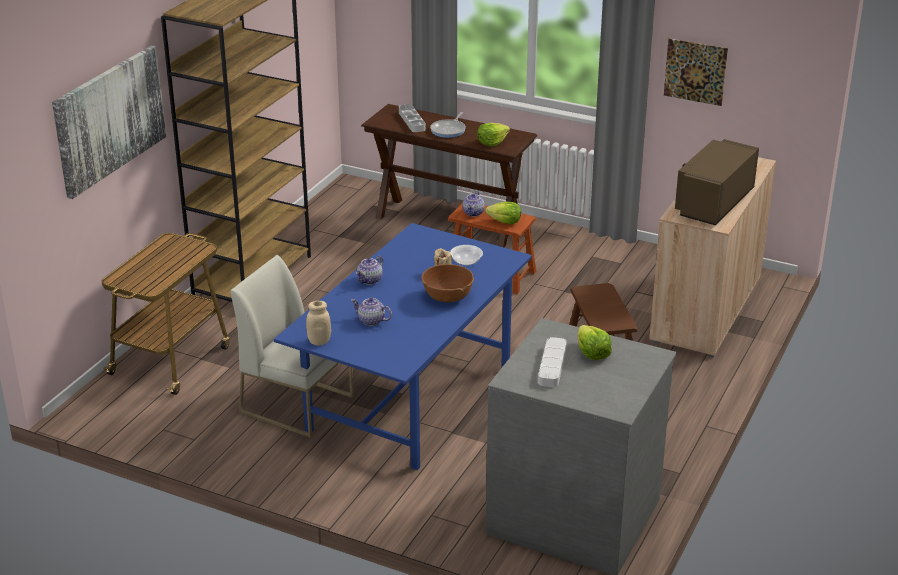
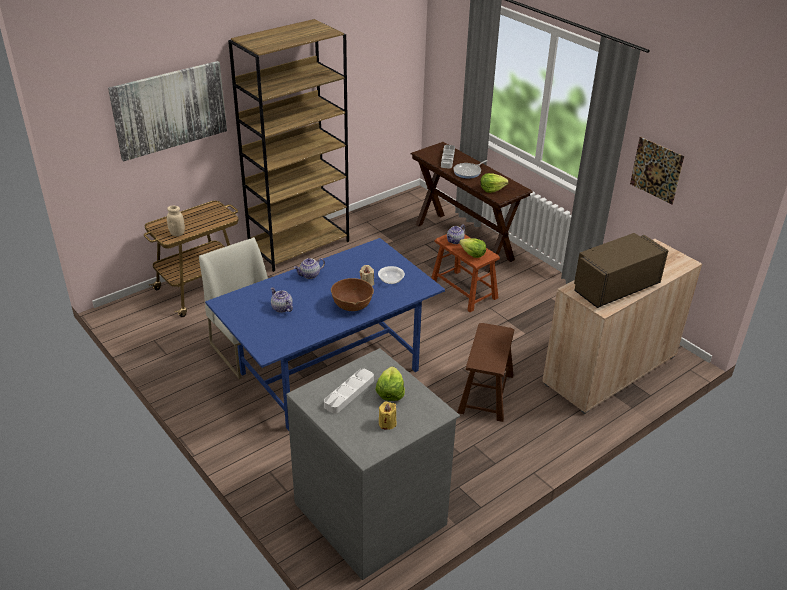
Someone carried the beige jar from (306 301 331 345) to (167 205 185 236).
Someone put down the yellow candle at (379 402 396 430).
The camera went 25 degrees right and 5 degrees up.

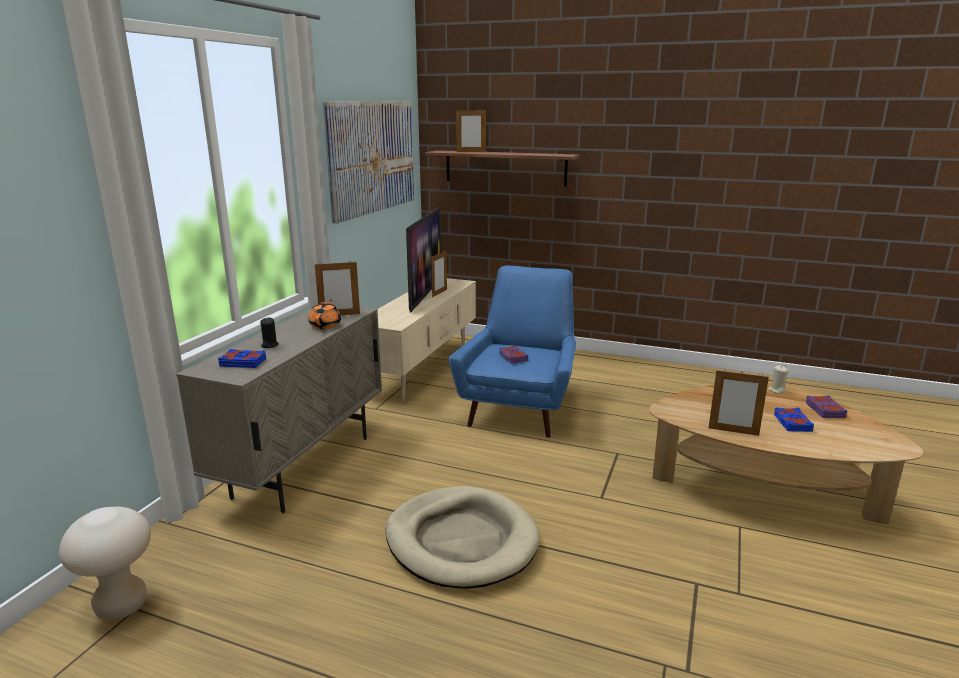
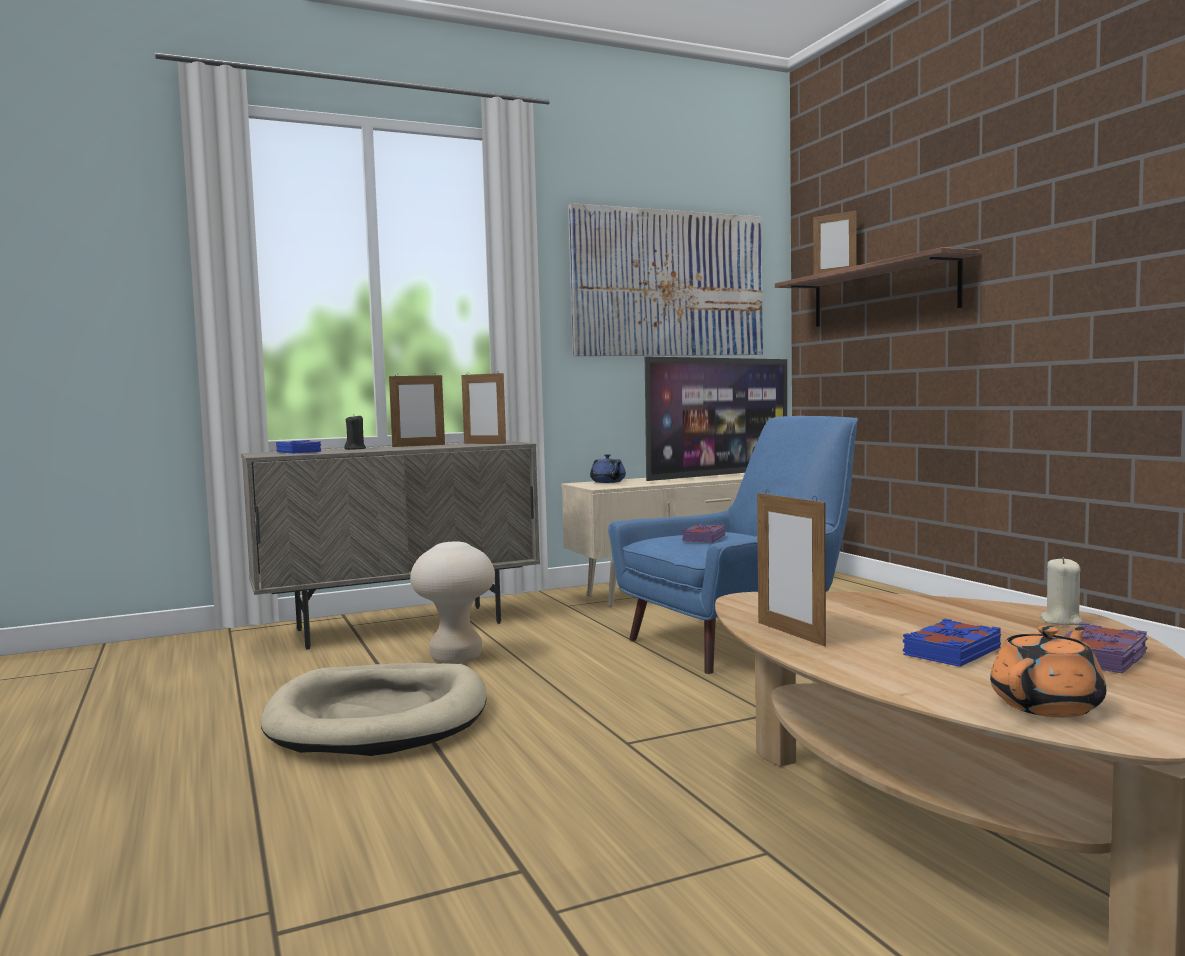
Someone carried the beige stool from (59 507 151 620) to (410 542 495 664).
Someone carried the orange teapot from (309 300 341 329) to (990 626 1106 718).
Someone carried the picture frame from (431 250 447 297) to (389 374 445 447).
Someone put down the blue teapot at (590 454 626 483).
The camera went 45 degrees right and 15 degrees down.

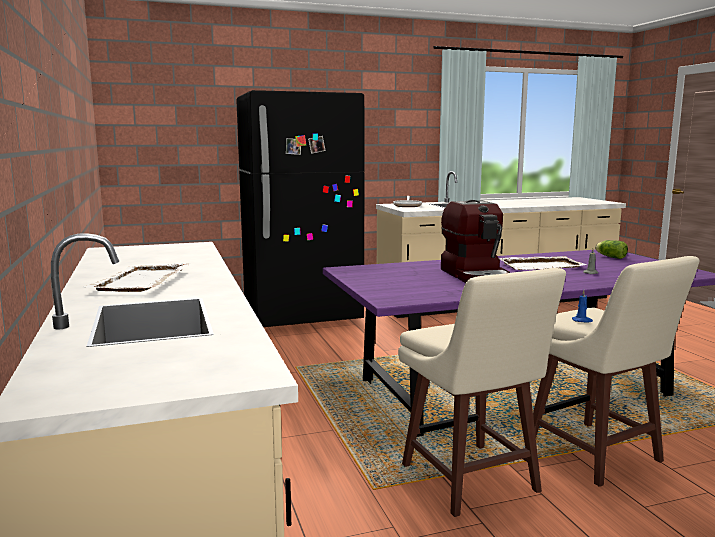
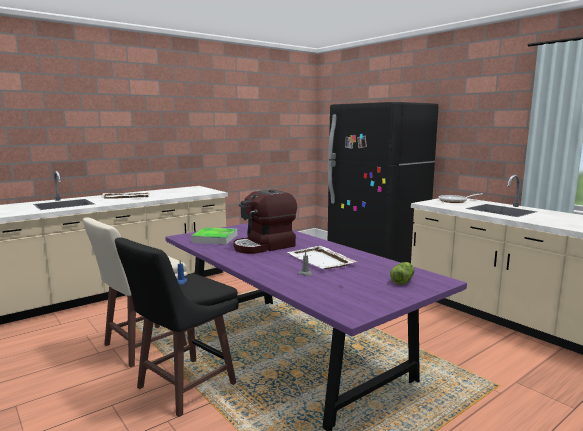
Someone repainted the beige stool at (533 256 699 487), which became the black stool at (115 238 239 417).
Someone put down the tray at (191 227 237 245).
The camera went 70 degrees right and 0 degrees up.

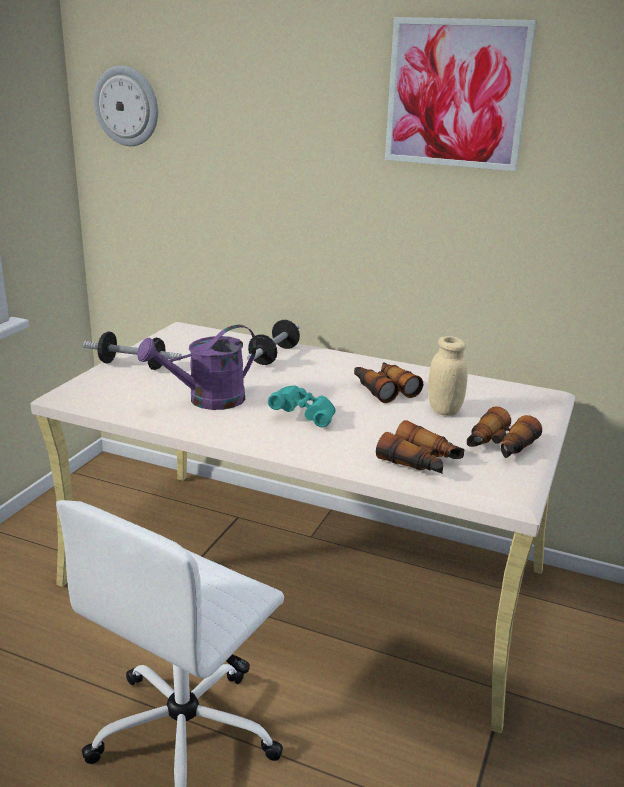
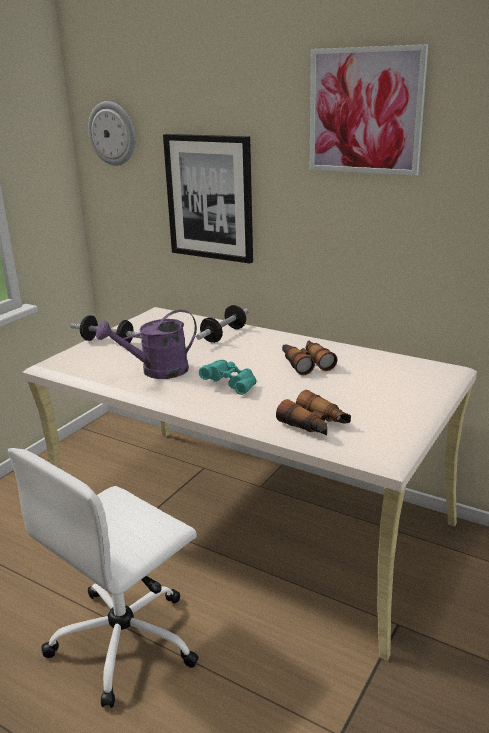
Someone took away the beige jar at (428 336 468 416).
Someone took away the binoculars at (467 406 542 458).
Someone put up the picture at (163 134 253 263).
The camera went 10 degrees right and 0 degrees up.

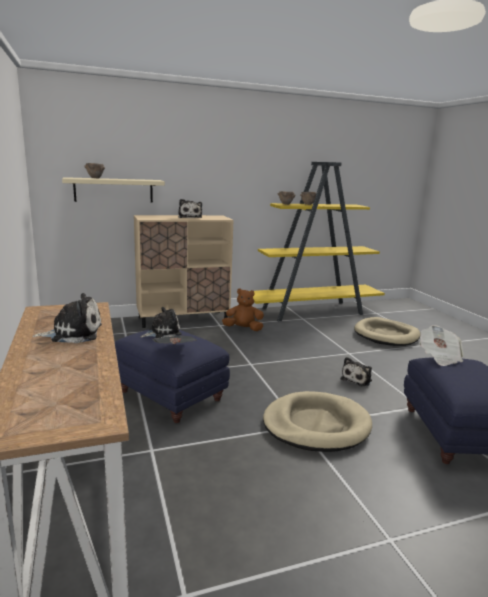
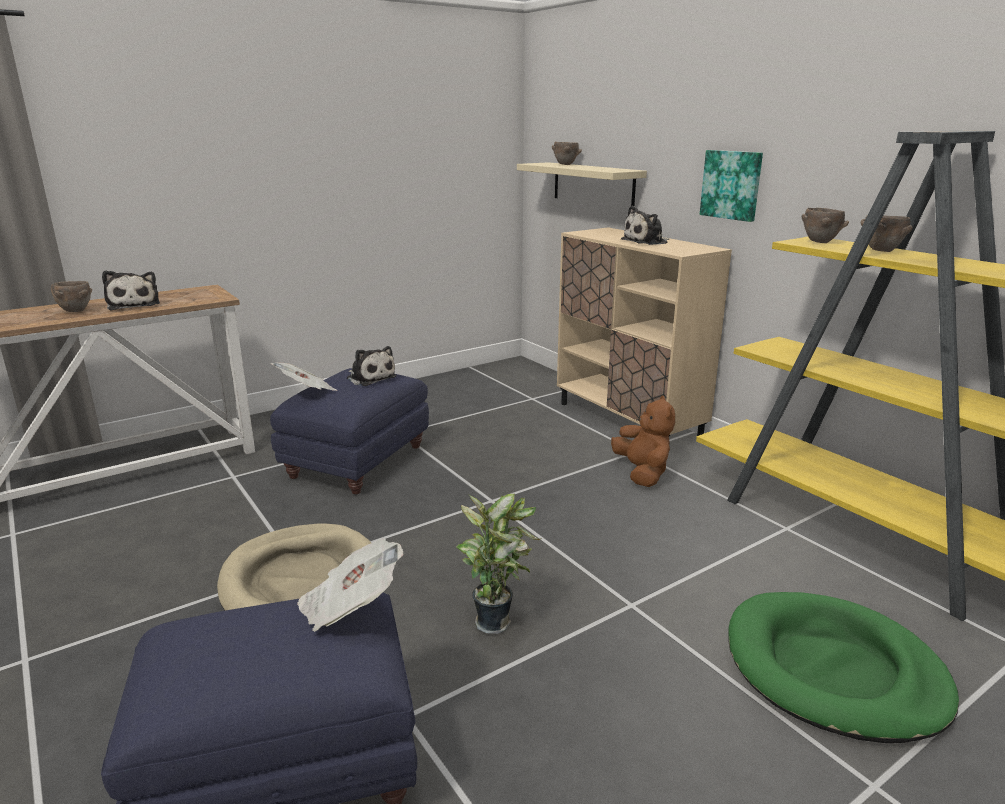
Someone swapped the plush toy at (341 357 372 387) for the potted plant at (456 494 542 634).
Someone repainted the beige dog bed at (354 317 420 346), which became the green dog bed at (728 592 959 743).
Someone put down the brown bowl at (51 281 92 312).
Someone put up the picture at (700 150 763 222).
The camera went 75 degrees right and 5 degrees up.

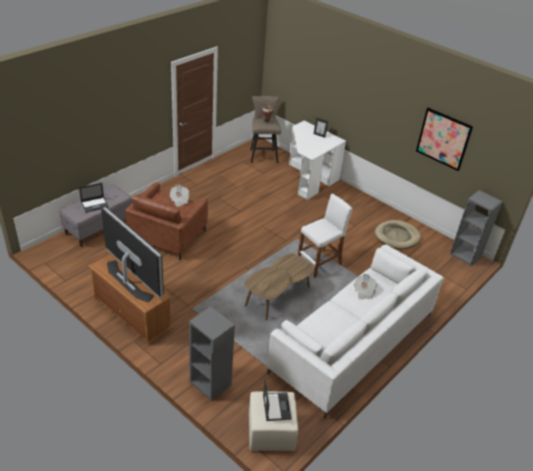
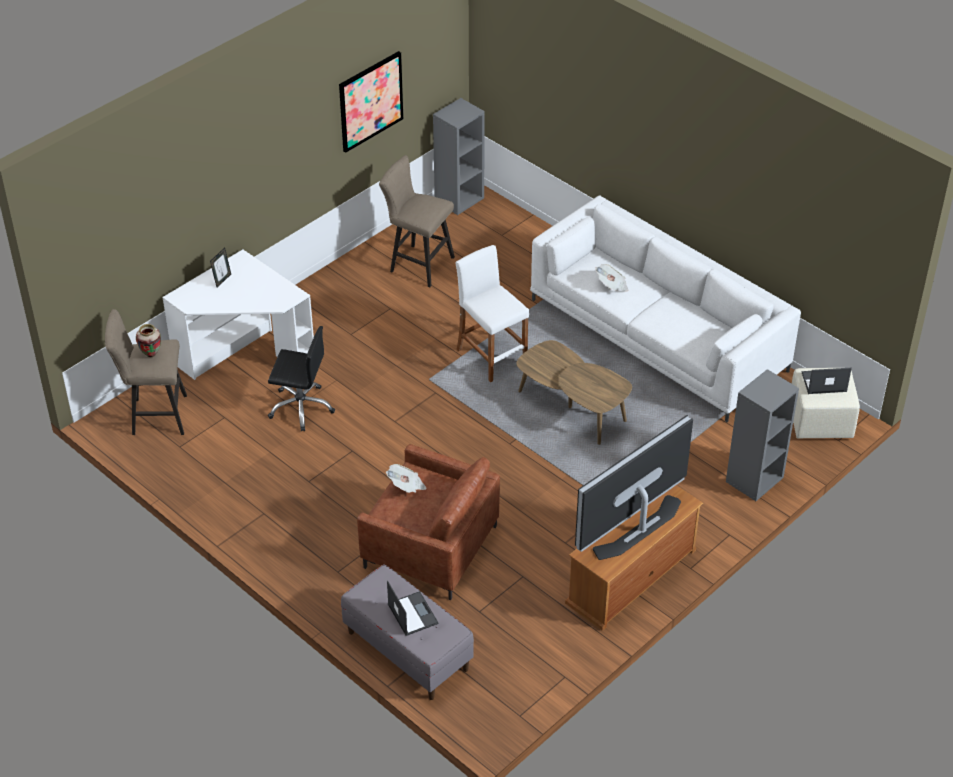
Someone swapped the beige dog bed at (375 220 421 249) for the beige stool at (379 155 455 287).
Someone put down the black office chair at (268 326 335 432).
The camera went 85 degrees left and 5 degrees up.

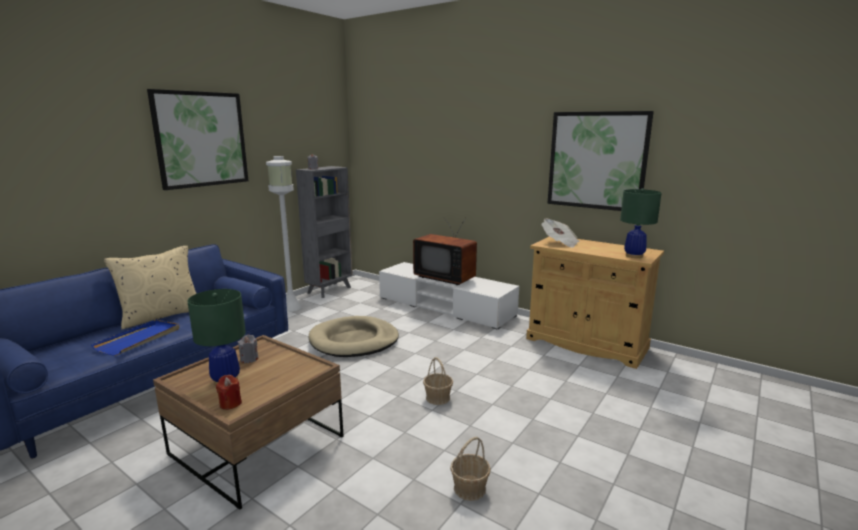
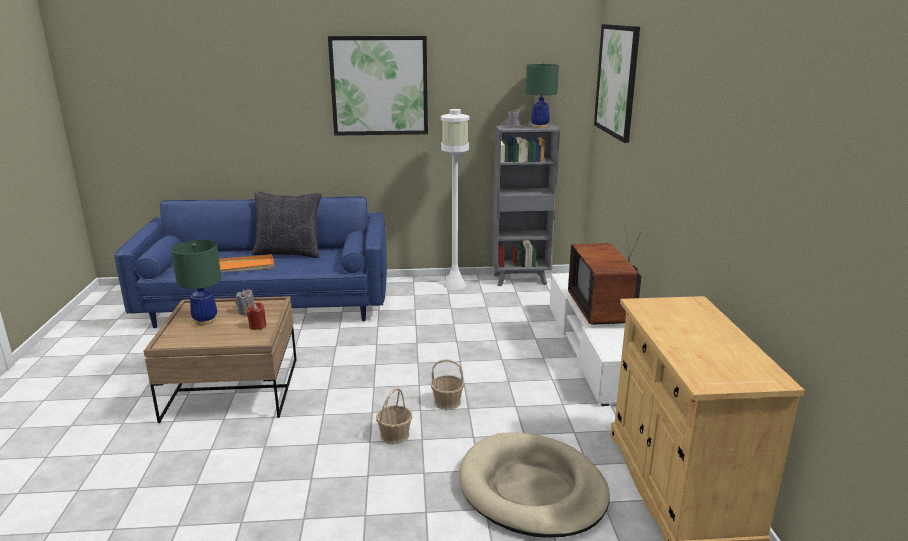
Someone repainted the blue tray at (91 319 179 356), which became the orange tray at (219 254 275 273).
Someone repainted the beige pillow at (104 246 197 329), which became the black pillow at (252 191 322 258).
Someone carried the red candle from (216 375 242 410) to (247 302 267 330).
Someone carried the beige dog bed from (309 316 399 357) to (459 432 610 538).
Someone carried the basket from (450 437 491 501) to (431 359 464 410).
Someone took away the newspaper at (541 219 579 248).
Someone carried the picture from (547 111 654 211) to (594 24 640 143).
Someone carried the green table lamp from (620 189 662 258) to (526 62 559 128).
The camera went 50 degrees right and 5 degrees up.

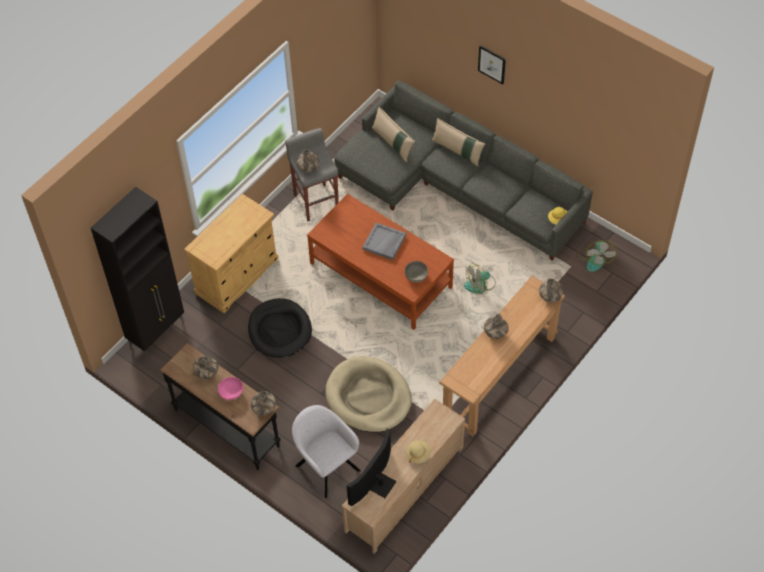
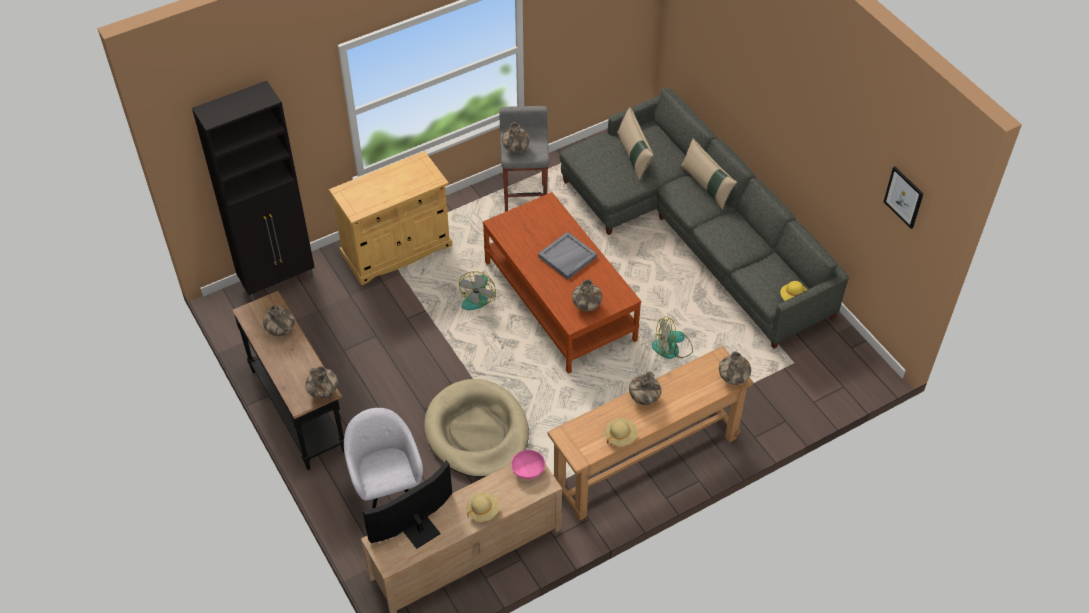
Someone carried the pink bowl from (218 377 243 400) to (511 450 545 479).
Someone took away the black dog bed at (248 298 312 358).
Someone swapped the grey bowl at (405 261 428 282) for the vase at (572 279 602 311).
Someone carried the picture from (478 45 506 84) to (884 167 924 229).
Someone carried the fan from (576 240 617 272) to (459 271 496 310).
Someone put down the beige hat at (605 418 638 446).
The camera went 20 degrees right and 5 degrees down.

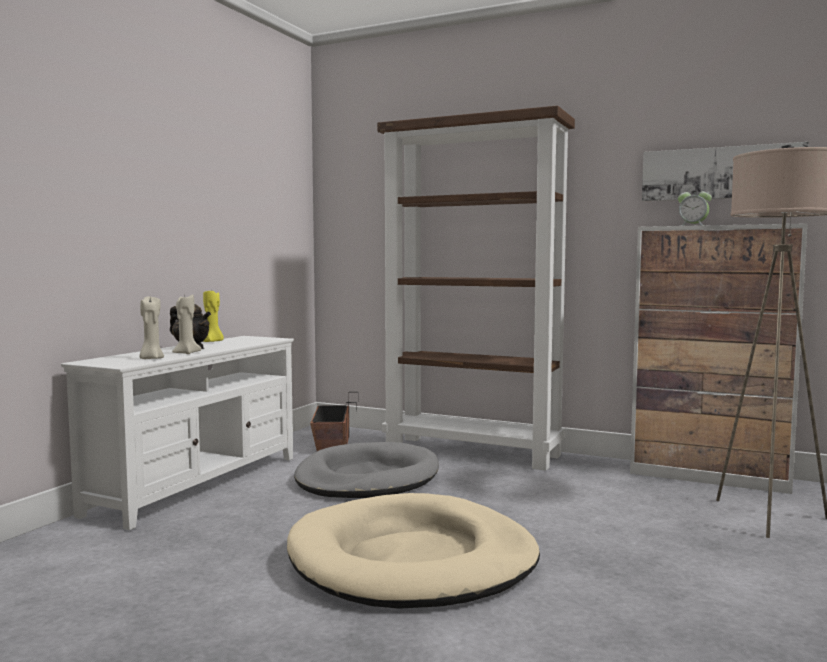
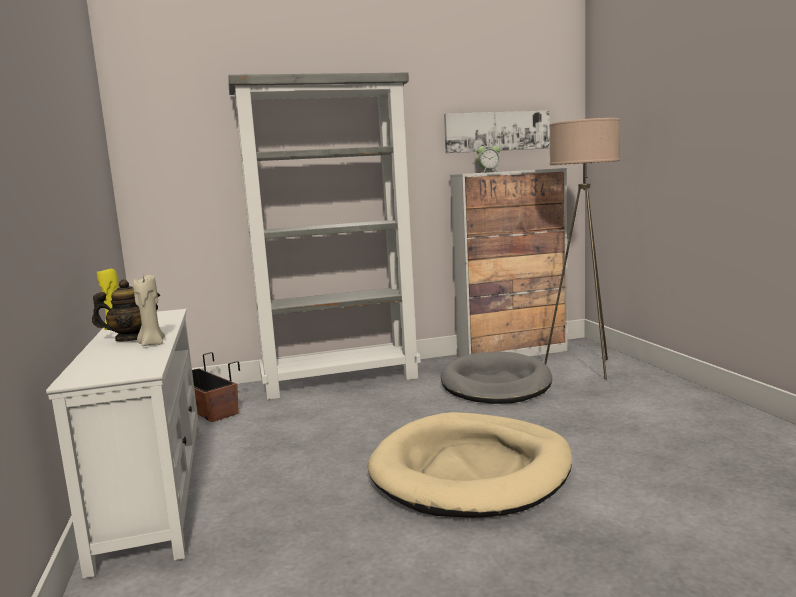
Someone took away the beige candle at (140 297 164 359).
Someone carried the grey dog bed from (294 442 439 498) to (441 351 552 404).
Someone repainted the brown bookcase at (377 106 575 471), which became the grey bookcase at (228 73 421 400).
The camera went 40 degrees left and 5 degrees up.

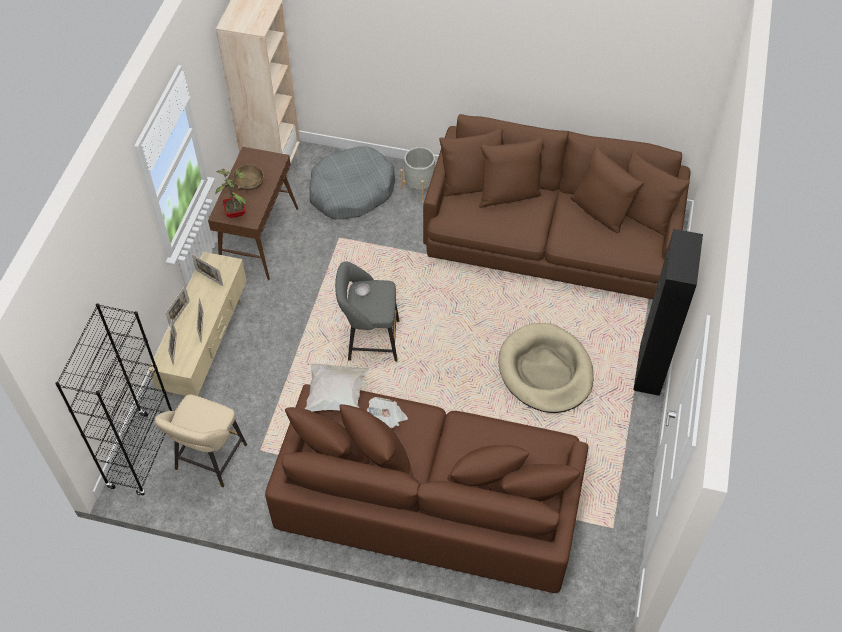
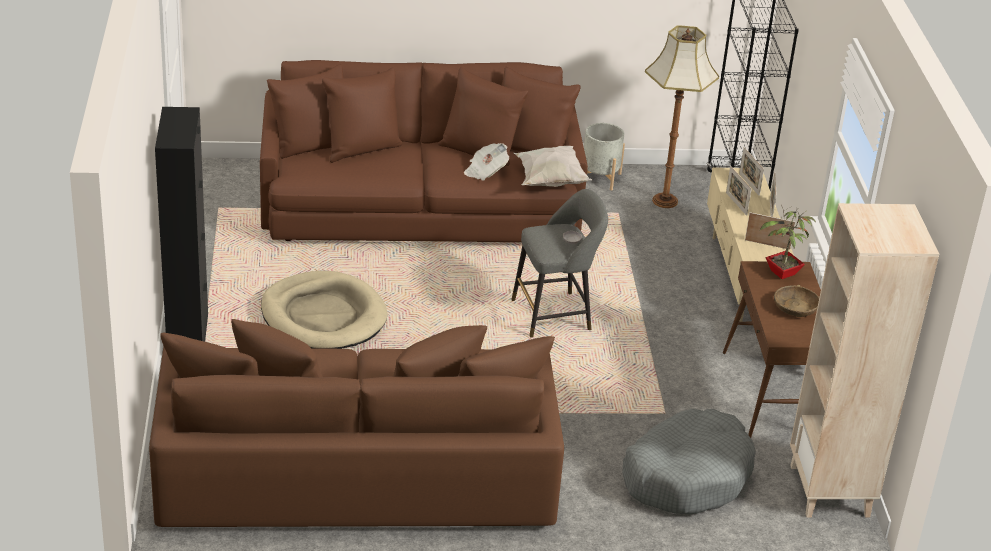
Someone swapped the beige stool at (155 395 247 487) for the floor lamp at (645 25 719 208).
Someone carried the grey planter from (400 147 435 201) to (584 123 625 190).
The camera went 160 degrees right and 20 degrees down.

